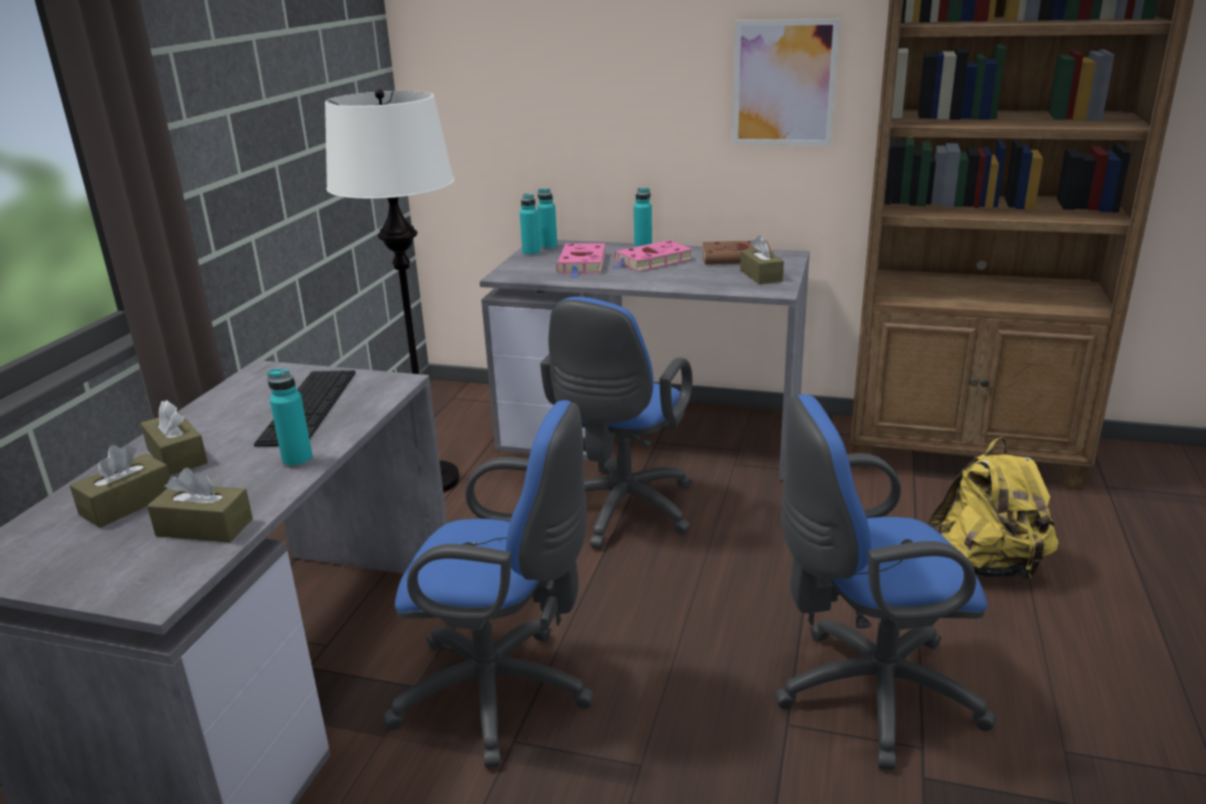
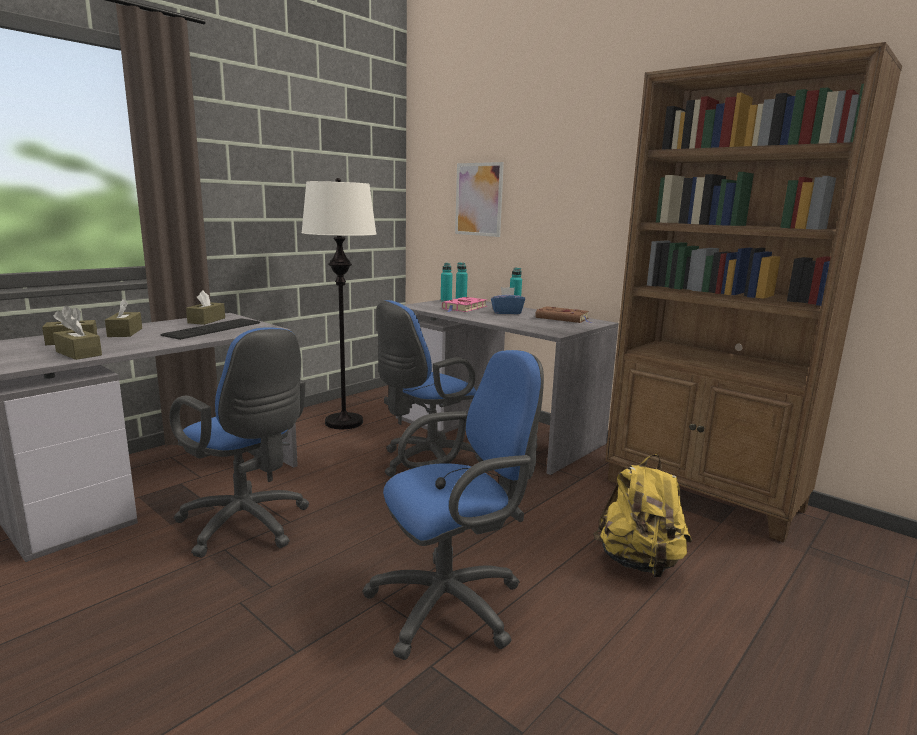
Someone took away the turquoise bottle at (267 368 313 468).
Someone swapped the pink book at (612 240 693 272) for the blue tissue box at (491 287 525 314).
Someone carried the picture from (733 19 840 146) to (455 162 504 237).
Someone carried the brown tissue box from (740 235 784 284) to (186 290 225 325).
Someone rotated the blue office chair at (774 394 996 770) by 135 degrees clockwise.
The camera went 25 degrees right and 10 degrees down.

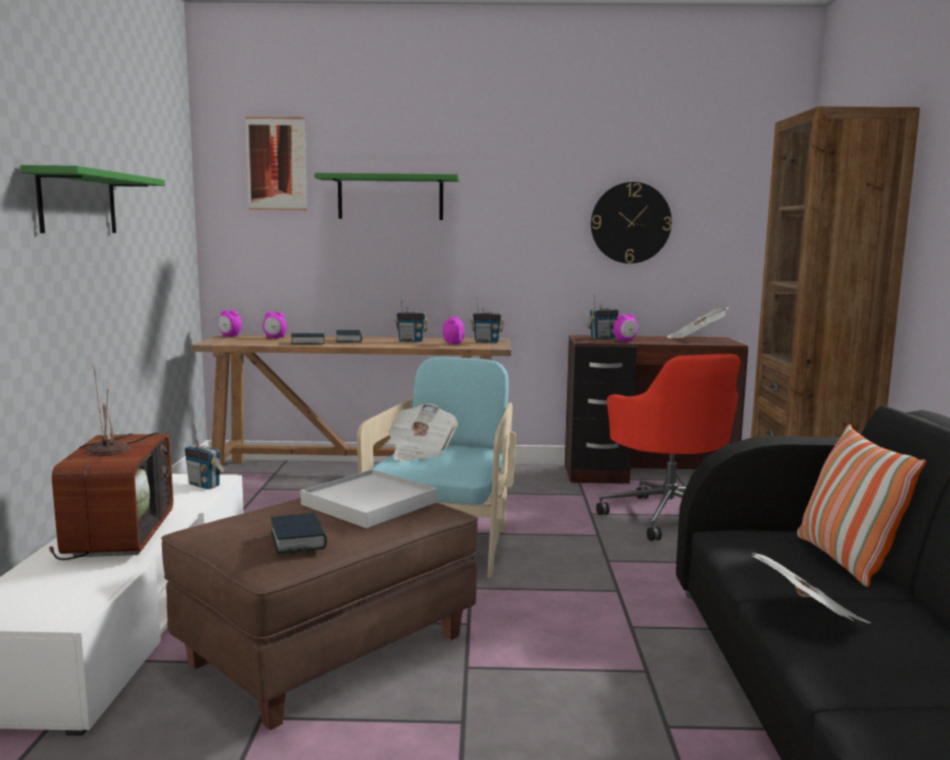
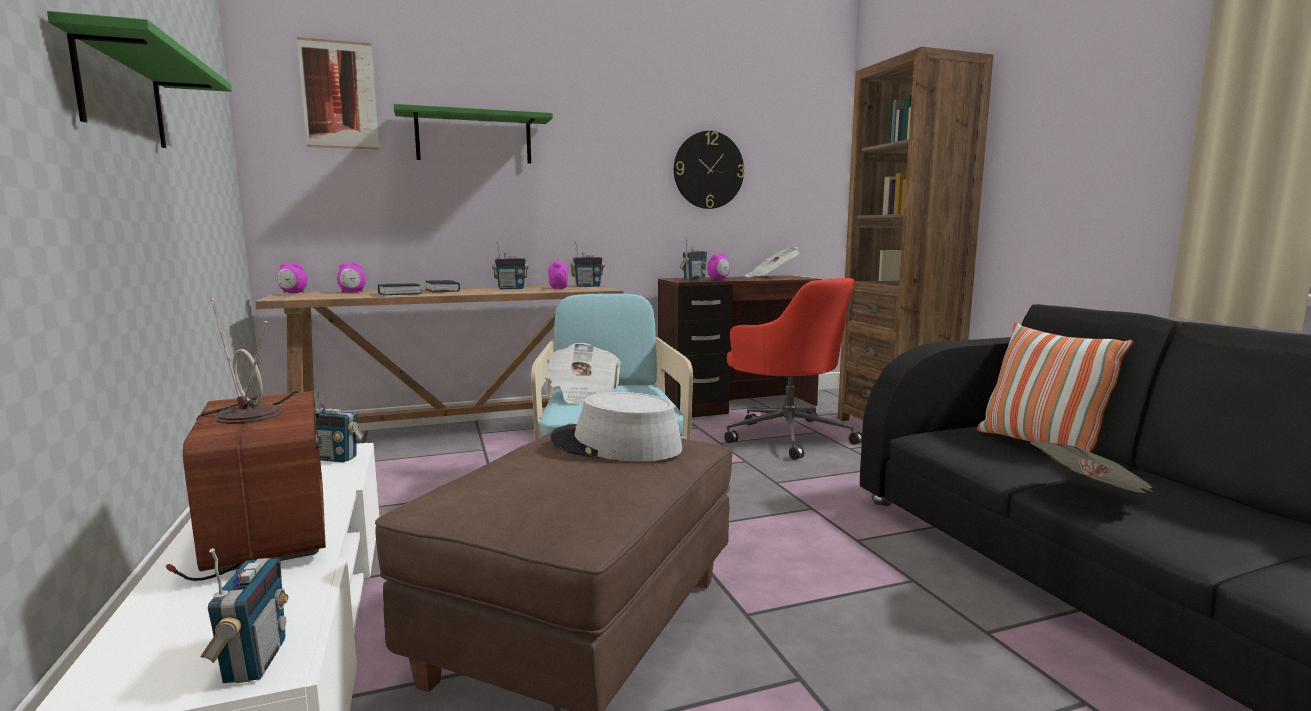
Someone took away the book at (271 513 327 554).
Someone swapped the white tray at (300 469 437 528) for the grey hat at (551 392 683 461).
Someone put down the radio at (201 548 288 683).
The camera went 20 degrees left and 0 degrees up.

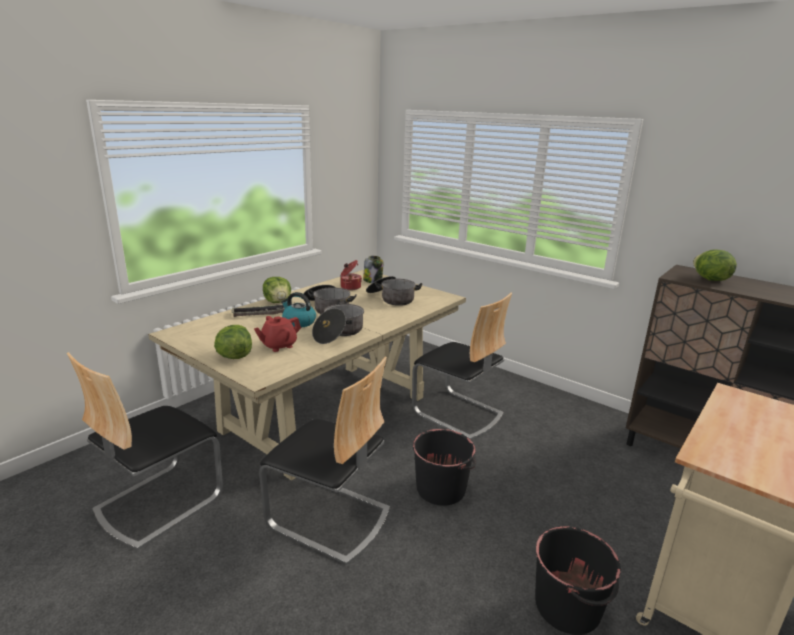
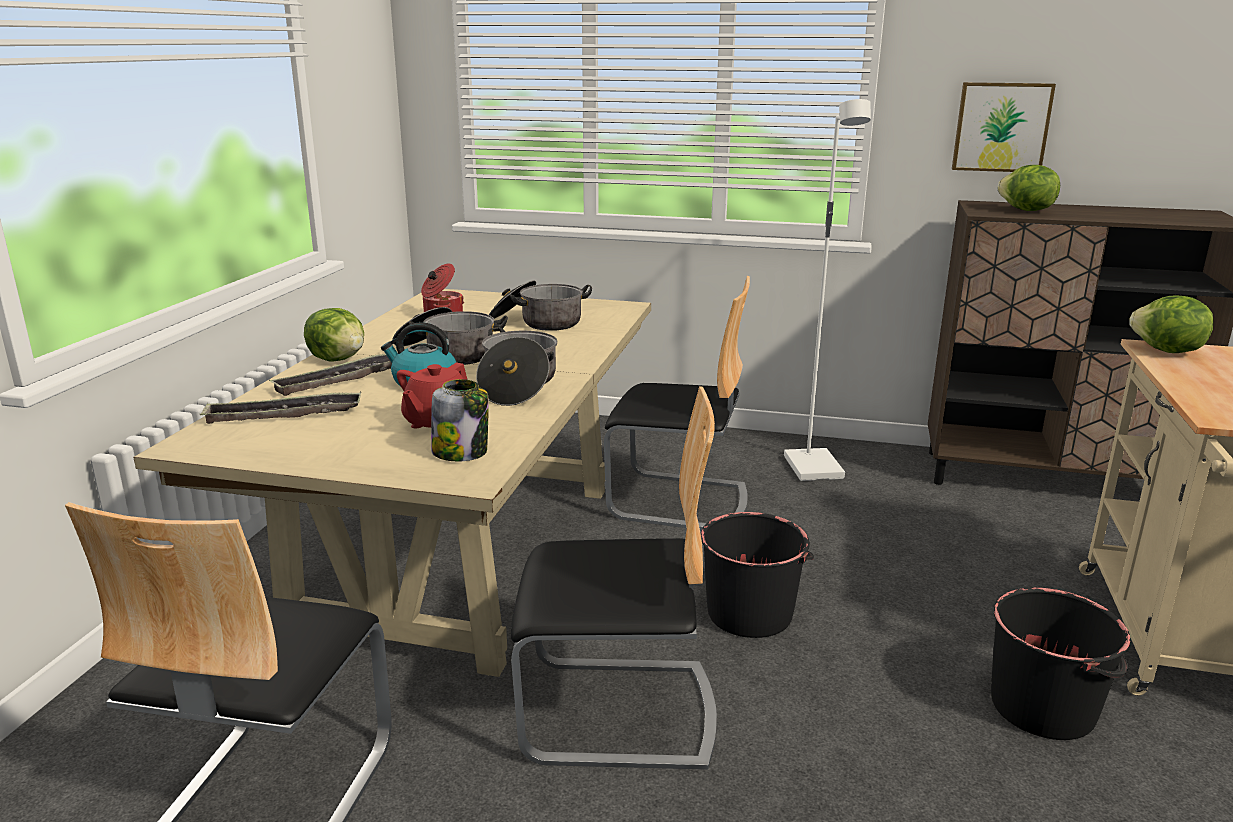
Someone carried the lettuce from (214 325 252 359) to (1129 295 1214 353).
Someone carried the jar from (363 256 383 283) to (431 379 489 461).
Someone put down the tray at (200 391 361 424).
Someone put down the white floor lamp at (784 99 871 481).
Someone put up the picture at (952 82 1056 172).
The camera went 25 degrees left and 0 degrees up.

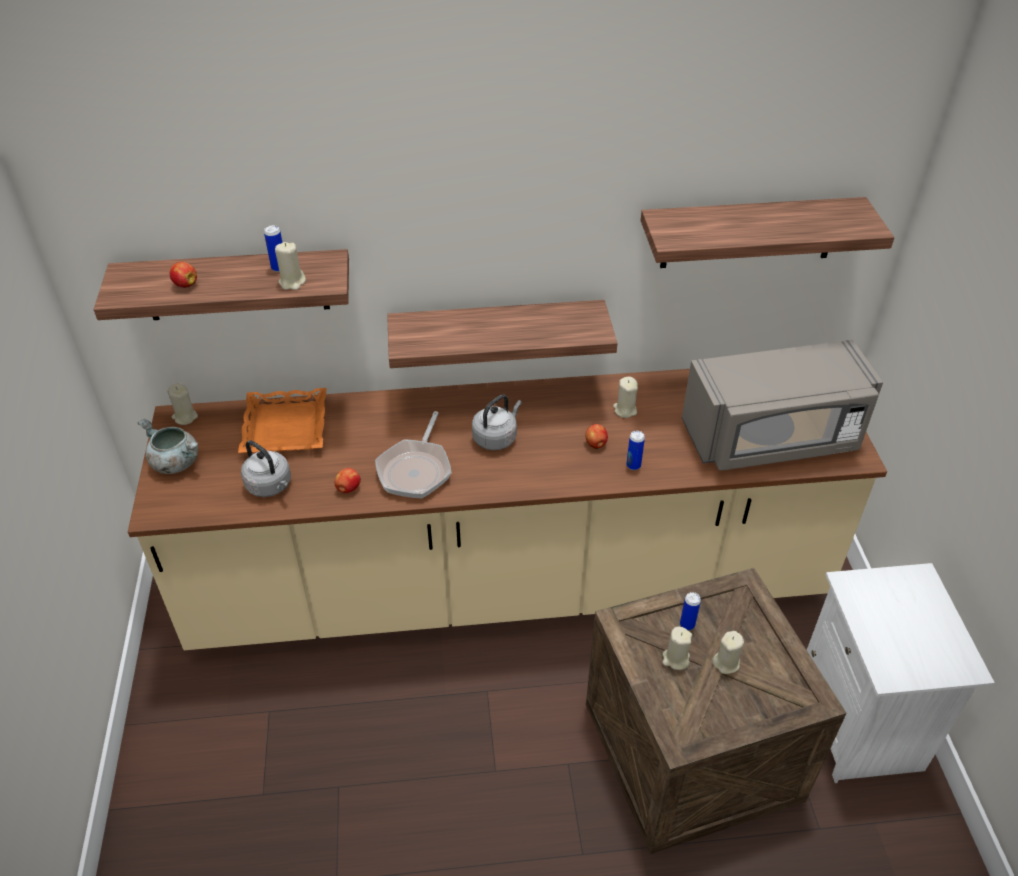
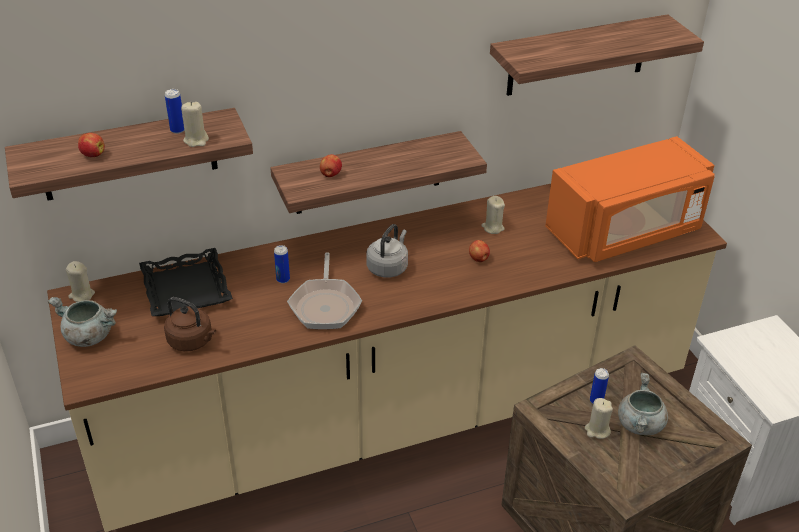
Someone repainted the orange tray at (238 388 327 453), which became the black tray at (139 248 233 316).
Someone repainted the grey kettle at (241 440 291 497), which became the brown kettle at (164 297 216 351).
Someone carried the apple from (335 468 361 493) to (320 154 342 177).
Someone carried the can from (626 431 645 470) to (274 245 290 283).
Someone repainted the grey microwave at (682 340 883 471), which became the orange microwave at (545 136 715 262).
Someone swapped the beige candle at (712 631 744 674) for the grey cooking pot at (618 373 668 435).
The camera went 15 degrees left and 5 degrees down.

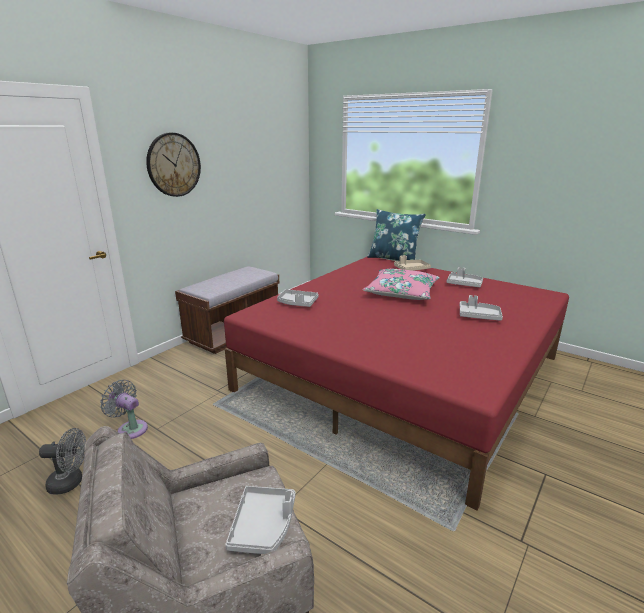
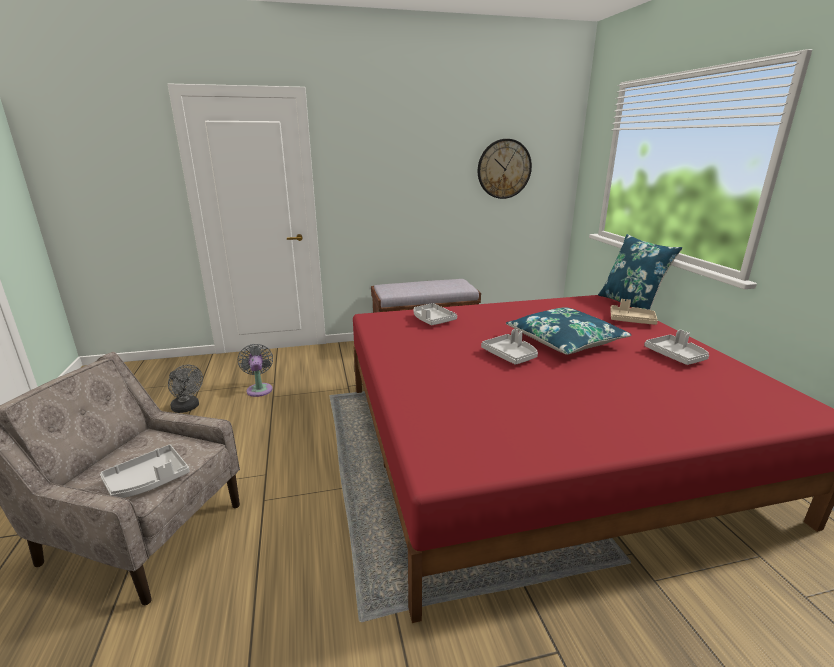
Someone carried the wall clock from (146 133 201 197) to (478 139 532 199).
Someone repainted the pink pillow at (363 269 440 300), which became the blue pillow at (506 307 631 355).
Someone carried the grey tray from (460 295 503 321) to (481 329 538 365).
The camera went 40 degrees right and 0 degrees up.

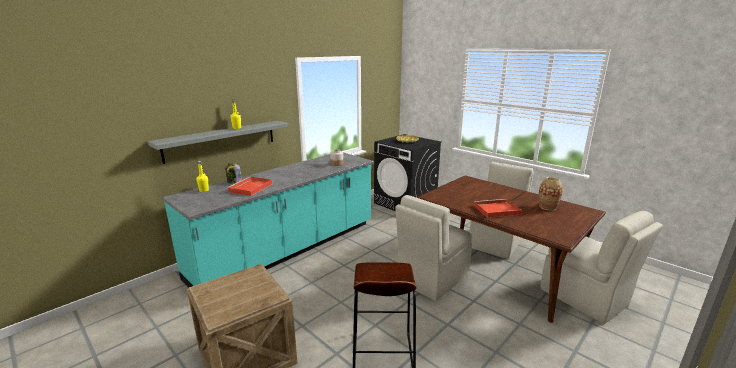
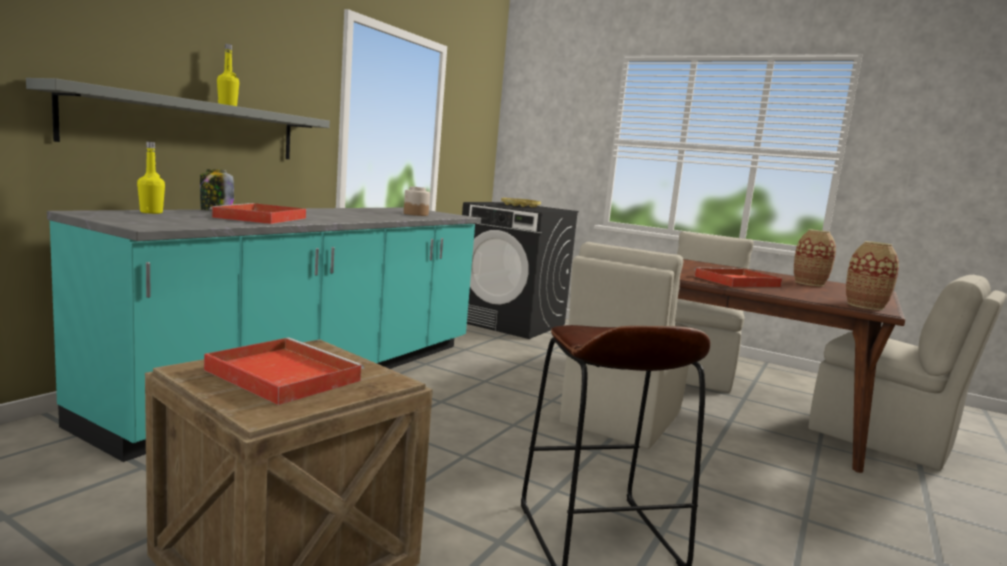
Someone put down the red tray at (204 337 364 405).
Someone put down the vase at (846 241 899 310).
The camera went 15 degrees left and 10 degrees down.

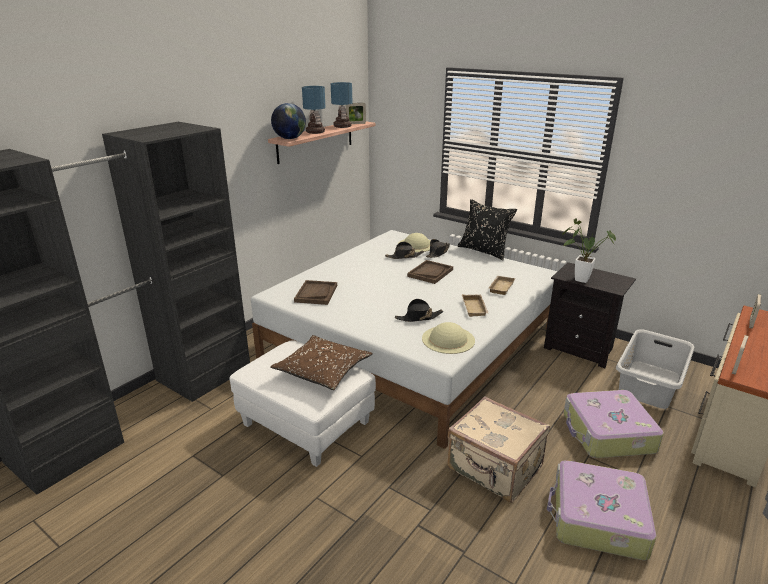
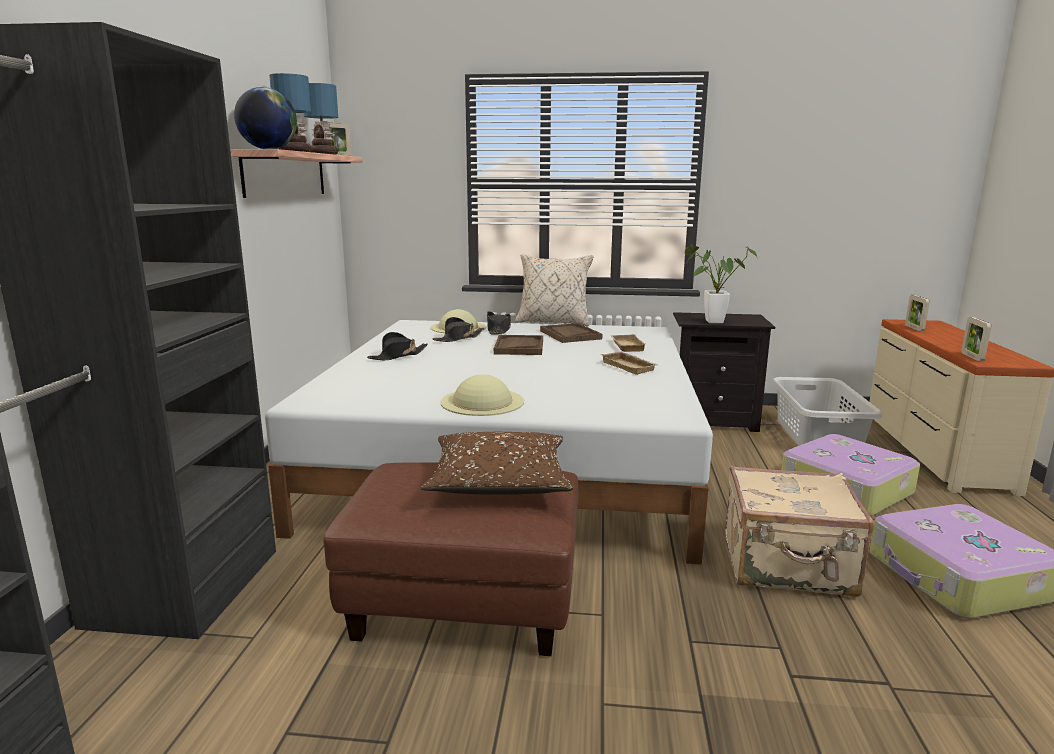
Someone repainted the white ottoman at (230 340 376 467), which became the brown ottoman at (323 462 579 656).
Someone carried the brown tray from (294 280 337 305) to (540 323 602 343).
Someone carried the black hat from (395 299 443 322) to (367 332 428 360).
Someone carried the beige hat from (422 322 475 354) to (440 374 524 416).
Someone repainted the black pillow at (458 199 517 260), which became the beige pillow at (515 254 594 326).
The camera went 30 degrees left and 10 degrees down.

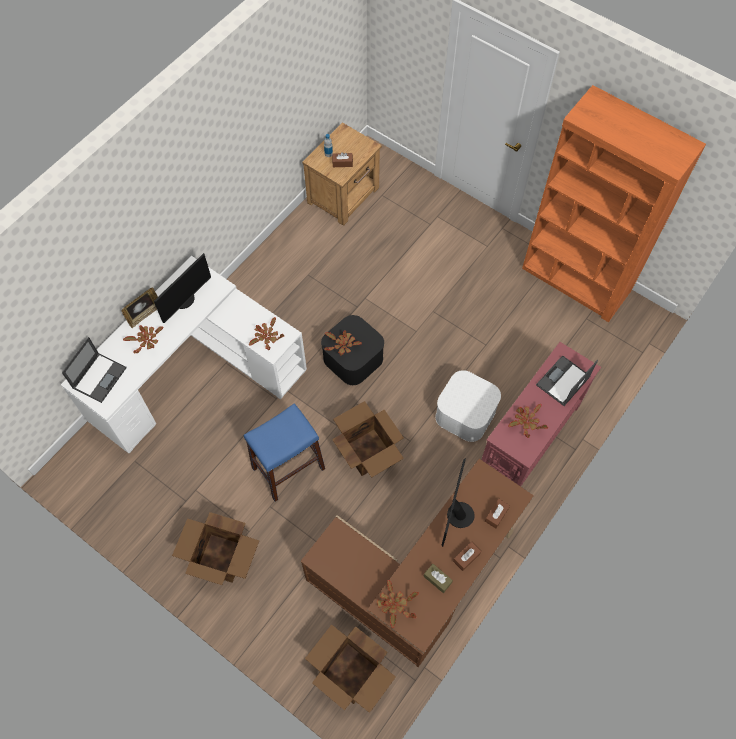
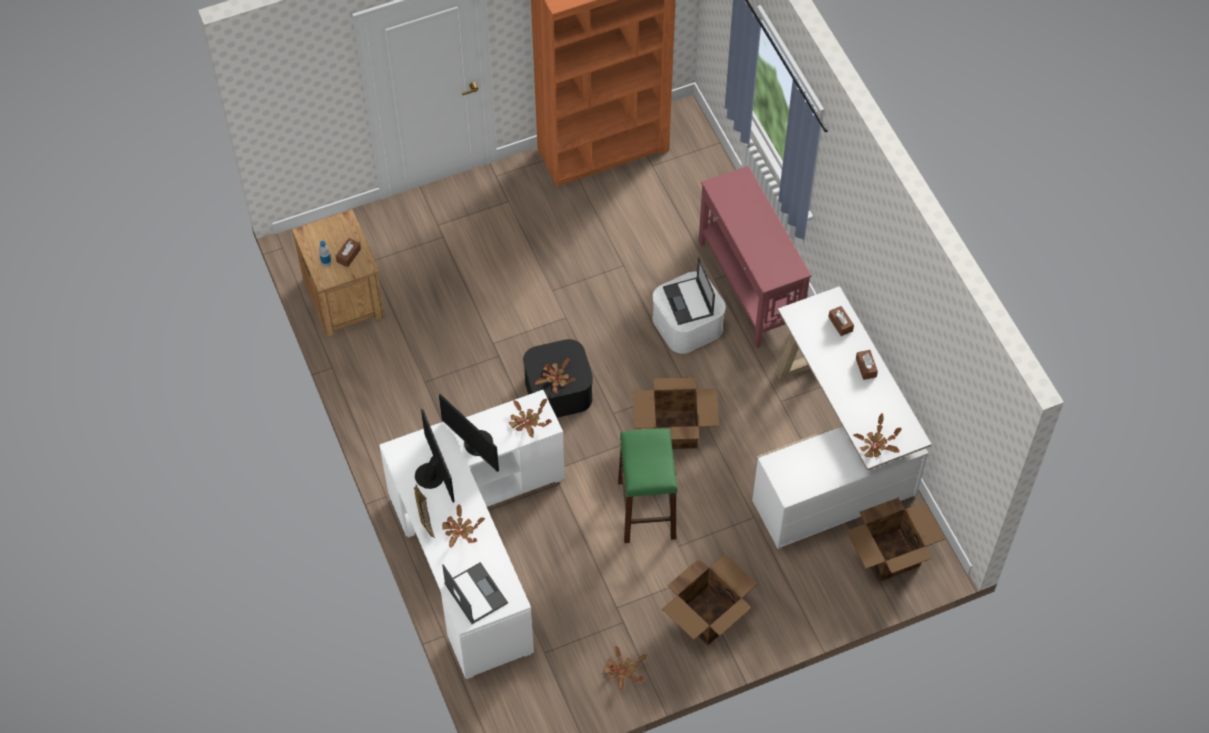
Someone repainted the blue stool at (244 403 325 501), which became the green stool at (618 428 678 543).
Someone repainted the brown desk at (301 459 534 667), which became the white desk at (751 286 932 549).
Someone took away the brown tissue box at (424 564 453 593).
Someone carried the monitor from (441 458 475 547) to (439 393 499 472).
Someone carried the potted plant from (508 404 548 438) to (604 646 647 690).
Someone carried the laptop from (536 355 598 406) to (663 257 715 325).
The camera went 60 degrees left and 5 degrees down.

